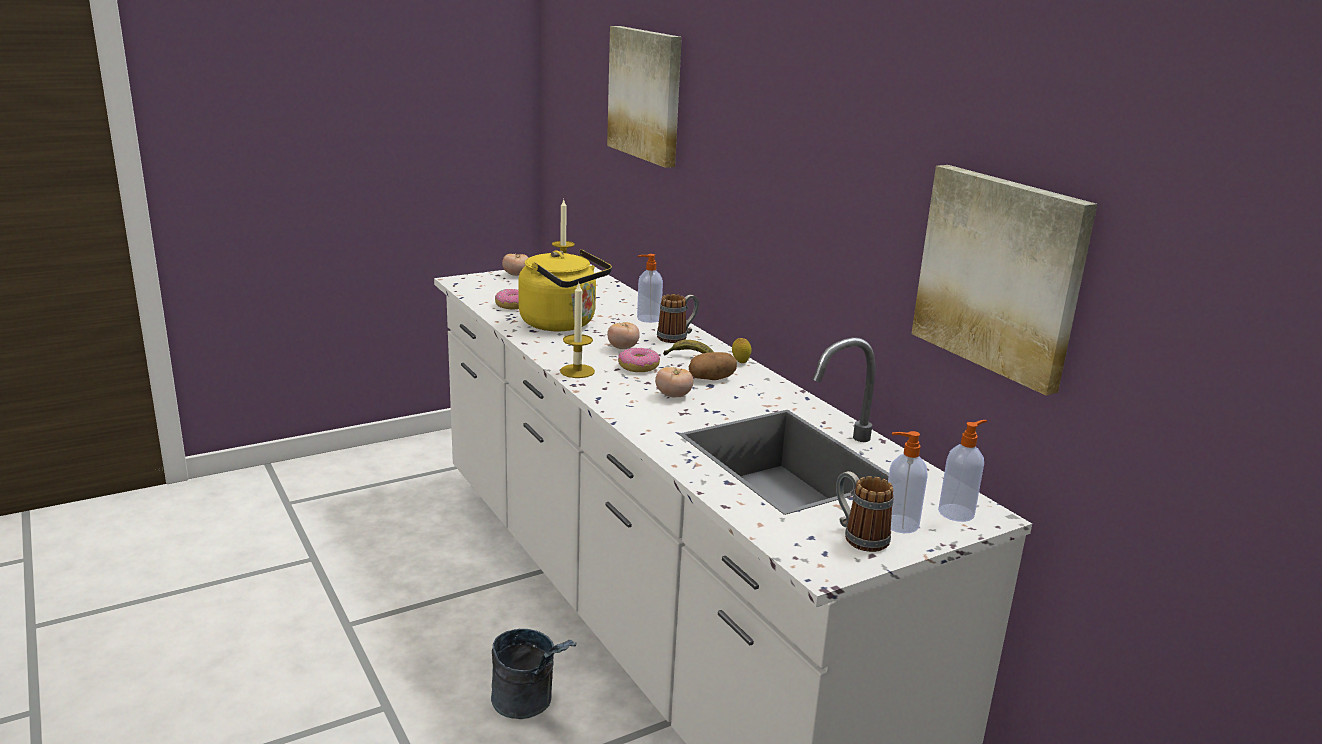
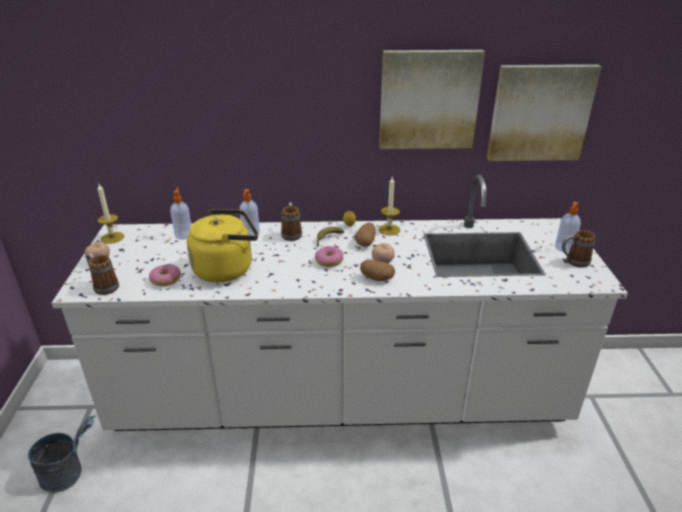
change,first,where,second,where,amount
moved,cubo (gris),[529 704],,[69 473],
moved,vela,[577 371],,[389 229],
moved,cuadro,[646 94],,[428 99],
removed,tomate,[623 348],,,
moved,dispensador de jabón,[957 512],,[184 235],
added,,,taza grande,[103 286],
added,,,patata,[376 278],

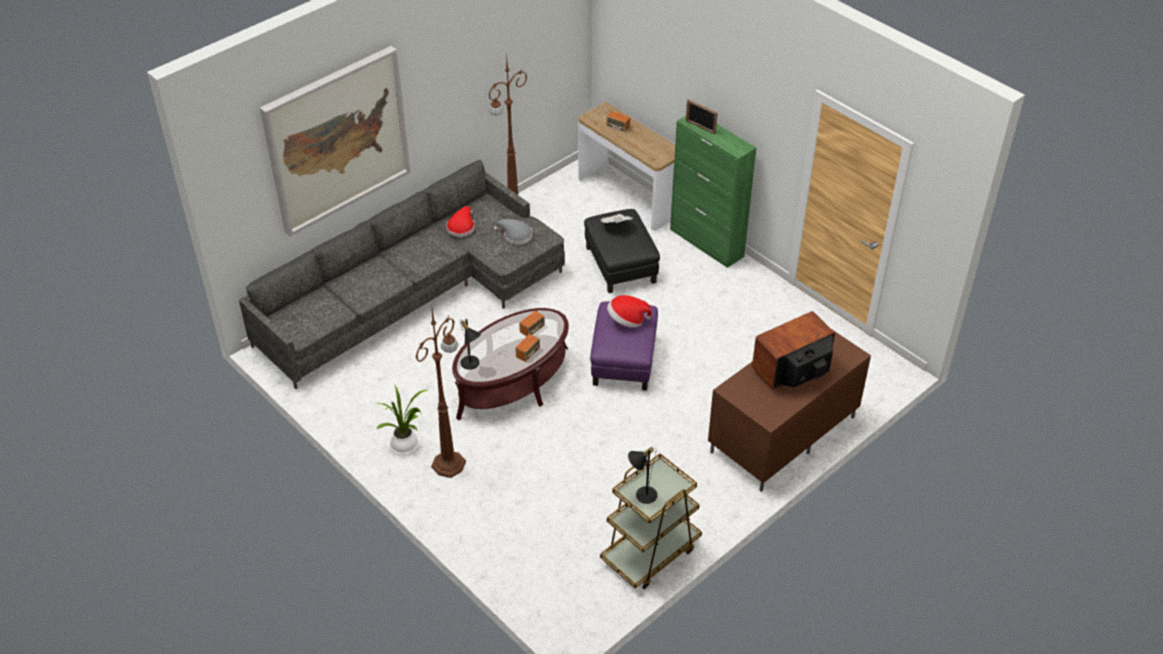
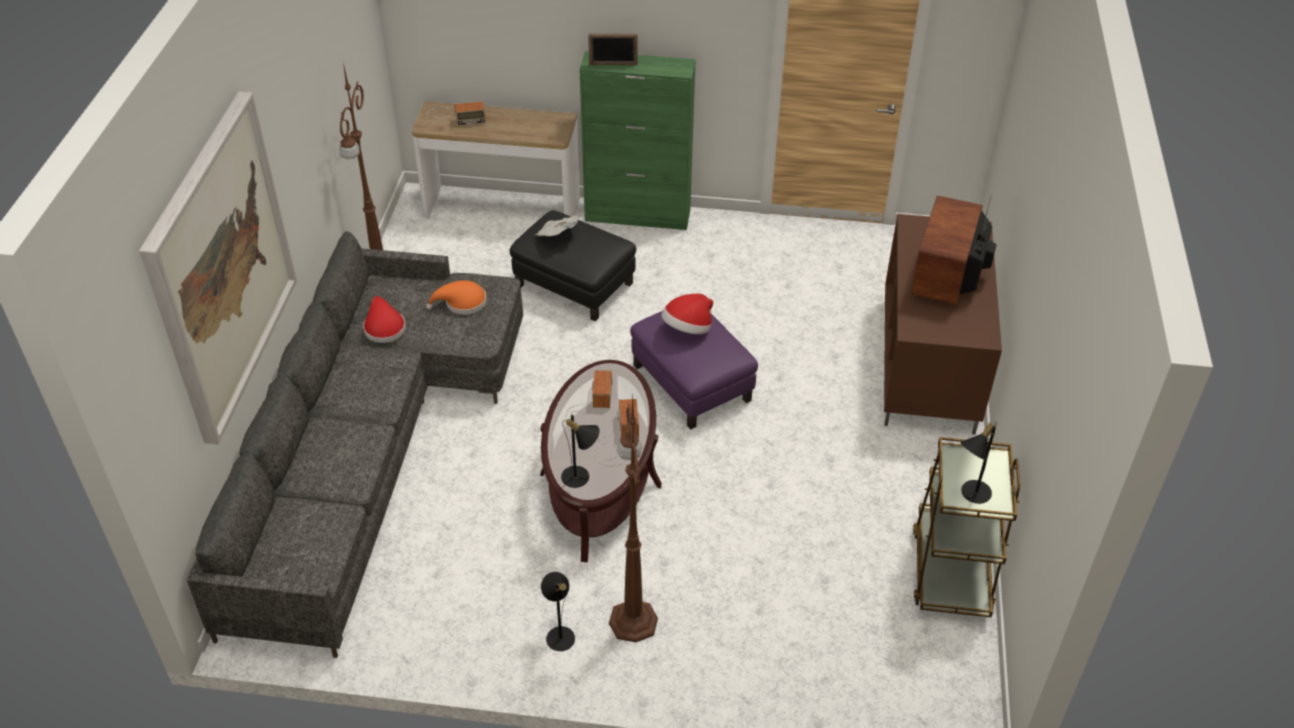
change,first,where,second,where,amount
replaced,planta en maceta,[406 446],lámpara de mesa (negro),[559 633],
recoloured,sombrero (gris),[515 235],sombrero (naranja),[462 303],

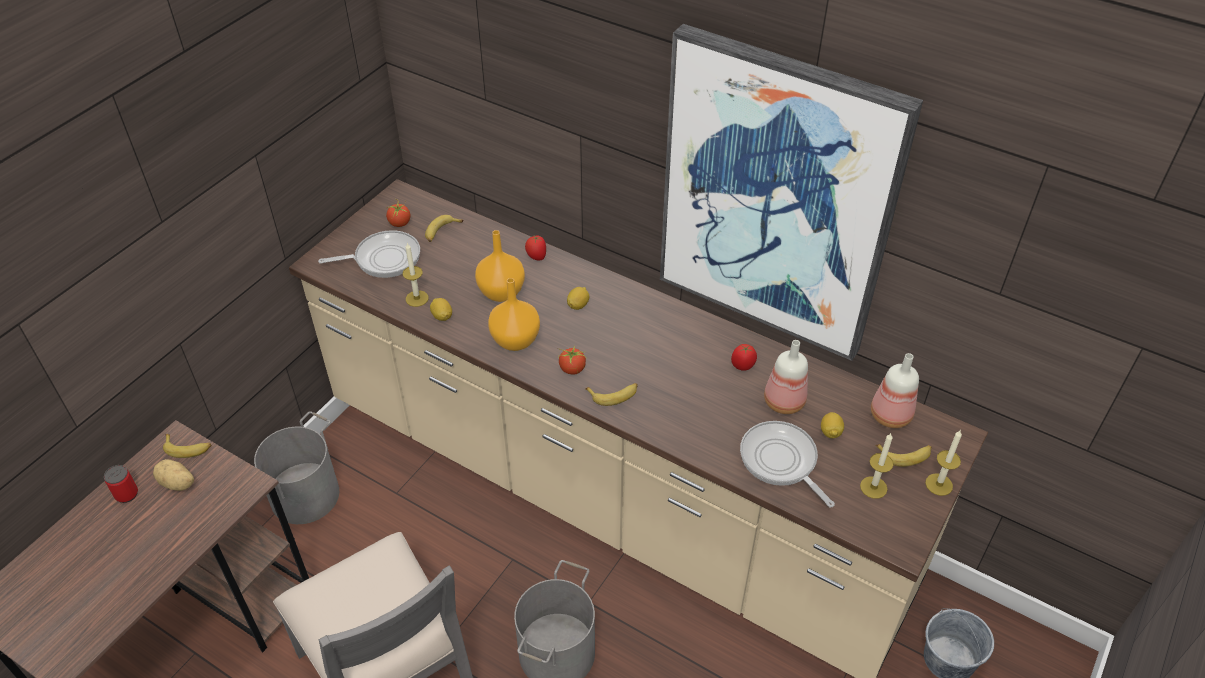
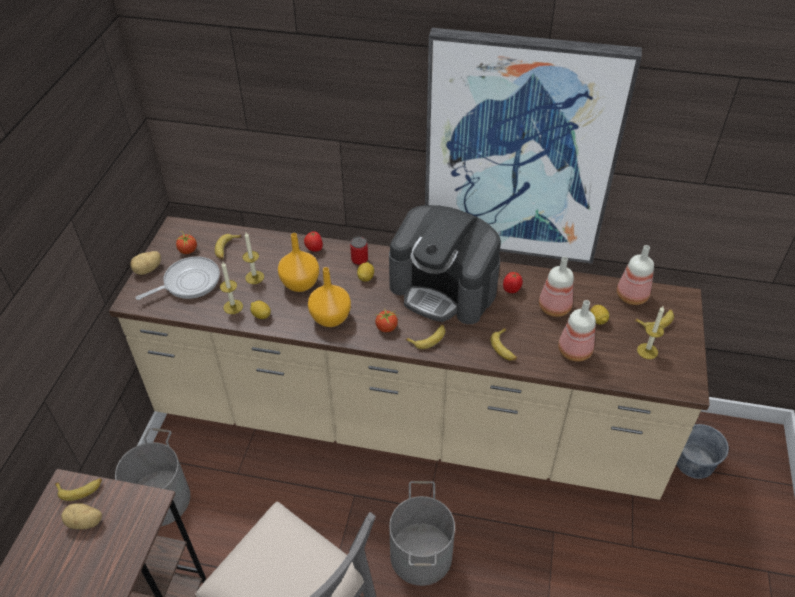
change,first,where,second,where,amount
moved,lata,[126 494],,[359 260],
replaced,sartén,[781 461],botella,[575 352],
moved,vela,[939 484],,[254 277],
added,,,patata,[148 270],
added,,,cafetera,[444 289],
added,,,plátano,[504 348],

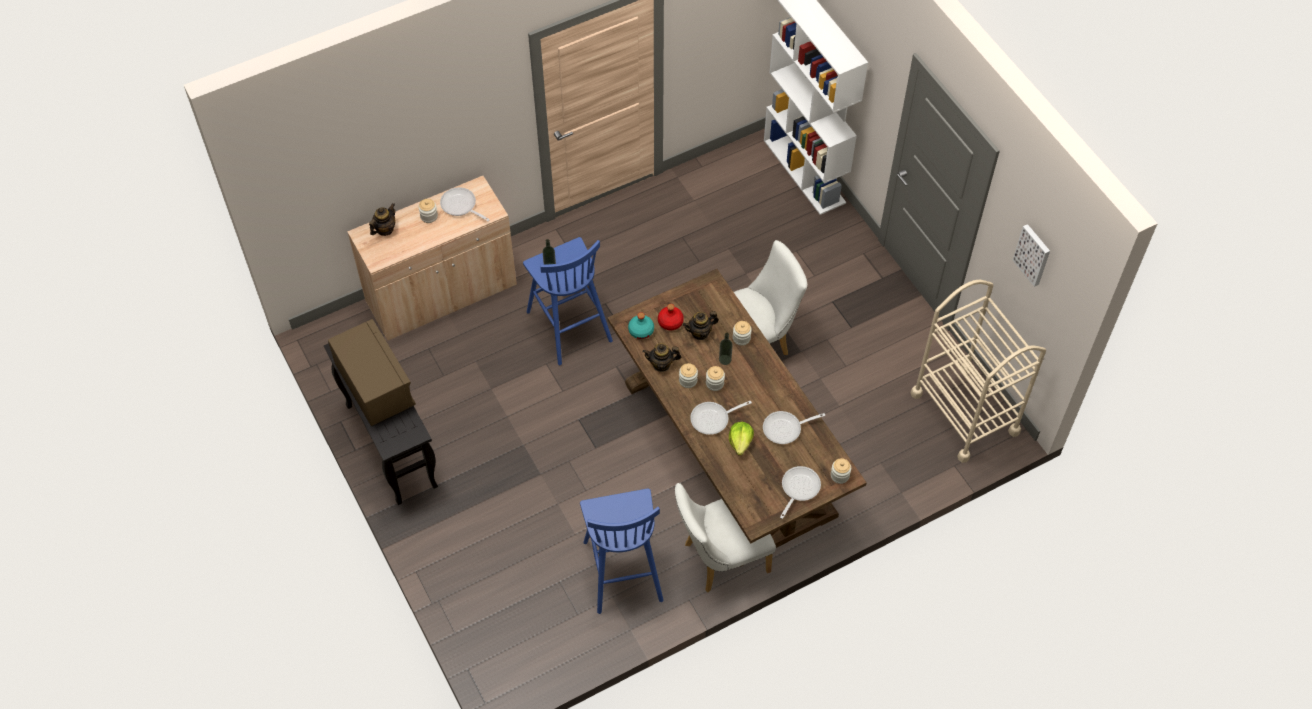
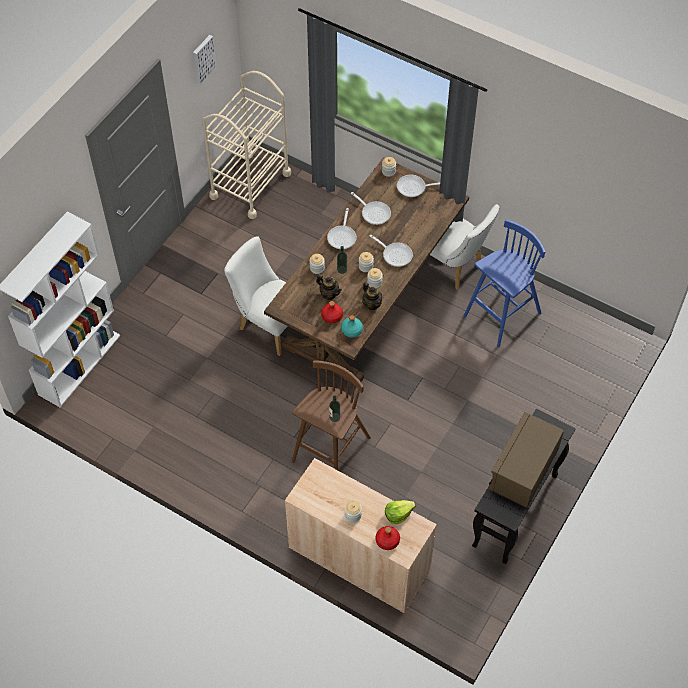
change,first,where,second,where,amount
replaced,tetera,[385 229],botella (rojo),[387 541],
moved,sartén,[461 206],,[342 236],
recoloured,taburete (azul),[568 325],taburete (marrón),[330 451],
moved,lechuga,[740 442],,[398 514],

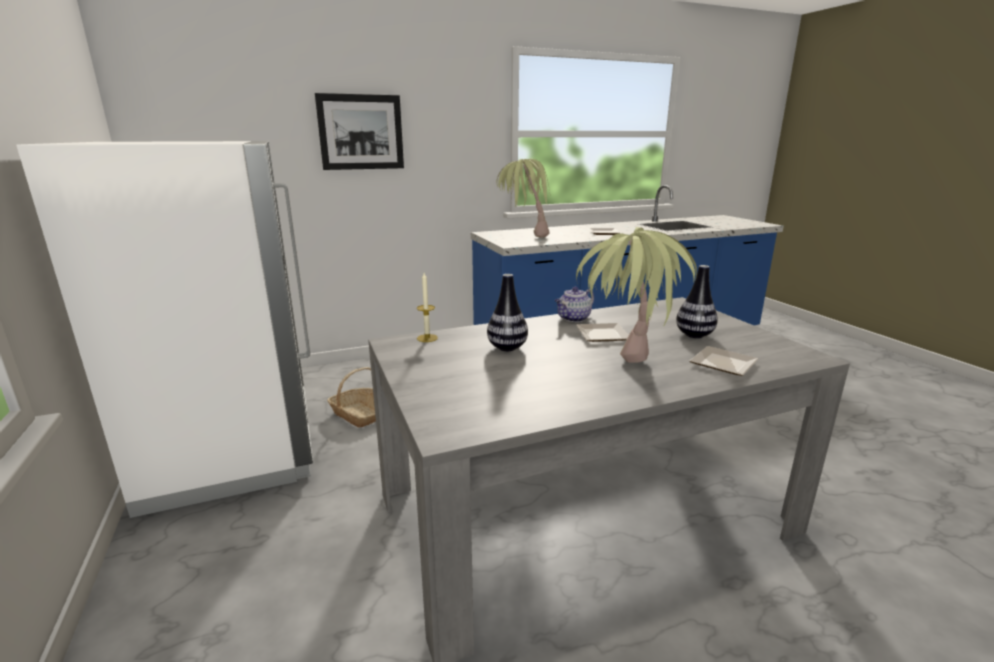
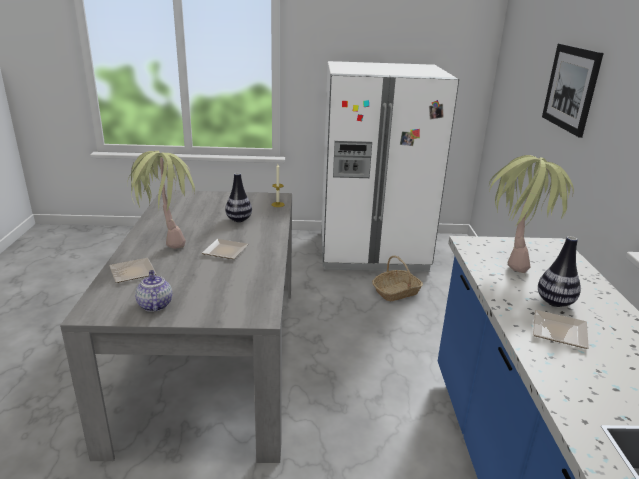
change,first,where,second,where,amount
moved,tetera,[573 318],,[154 305],
moved,florero,[694 335],,[554 302],

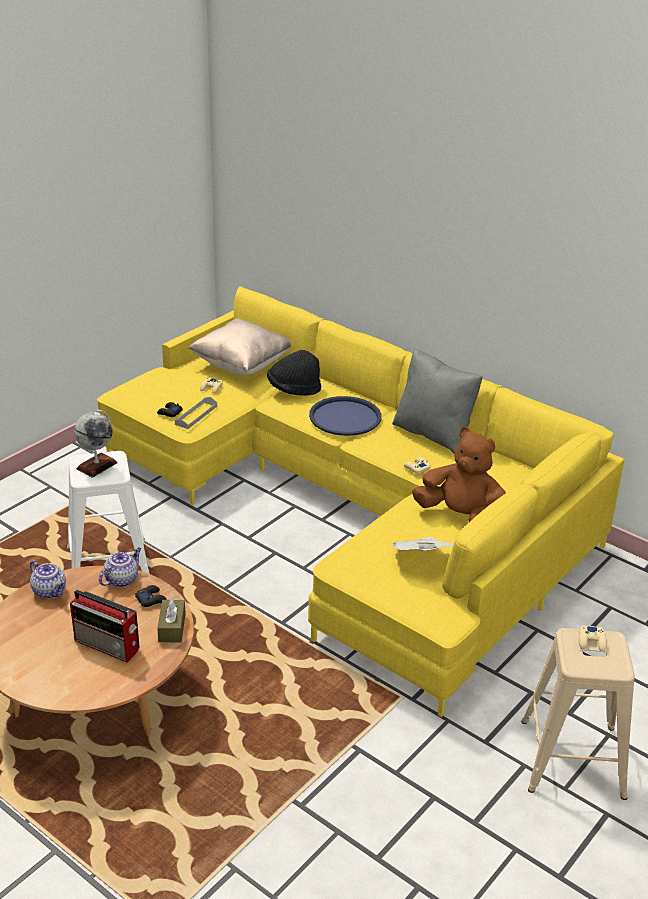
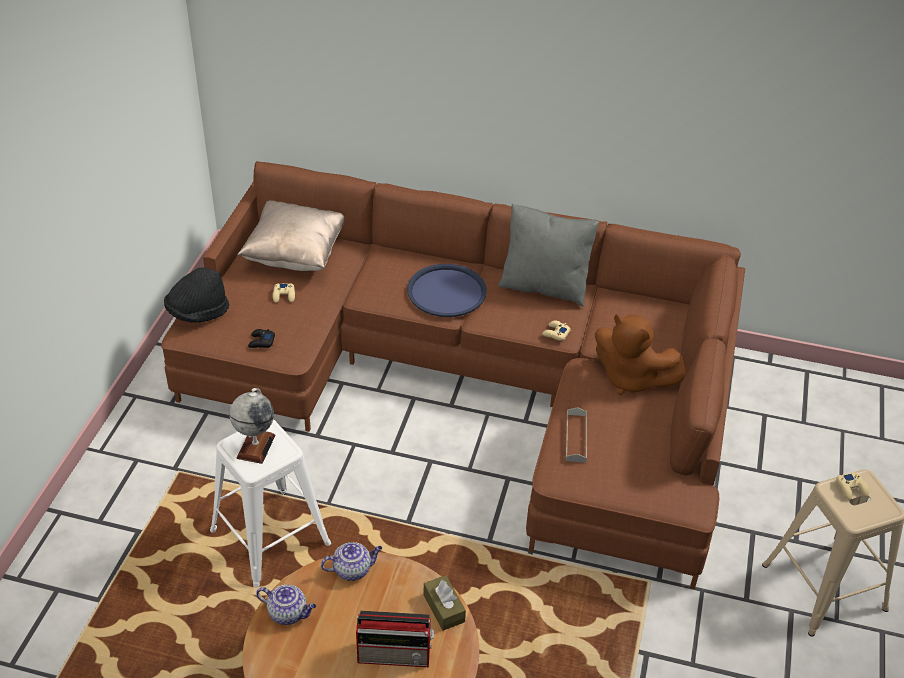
change,first,where,second,where,amount
recoloured,sofá (amarillo),[355 510],sofá (marrón),[476 383],
turned,tetera,[122 579],,[353 569],60 degrees clockwise
removed,mando de consola (negro),[151 599],,,
moved,bandeja (gris),[196 415],,[576 437],
moved,sombrero (negro),[293 390],,[198 312],
removed,periódico,[422 558],,,
turned,peluche (marrón),[460 517],,[631 378],150 degrees counterclockwise

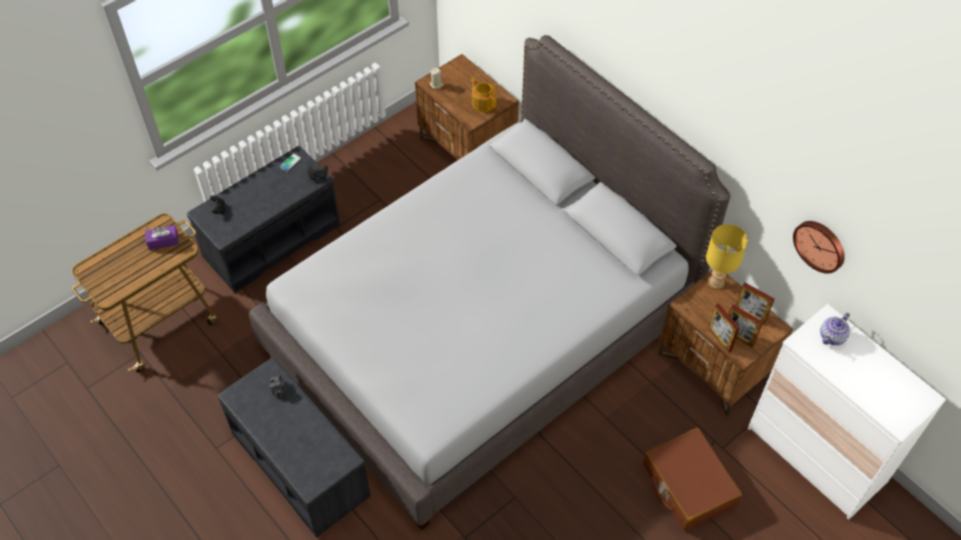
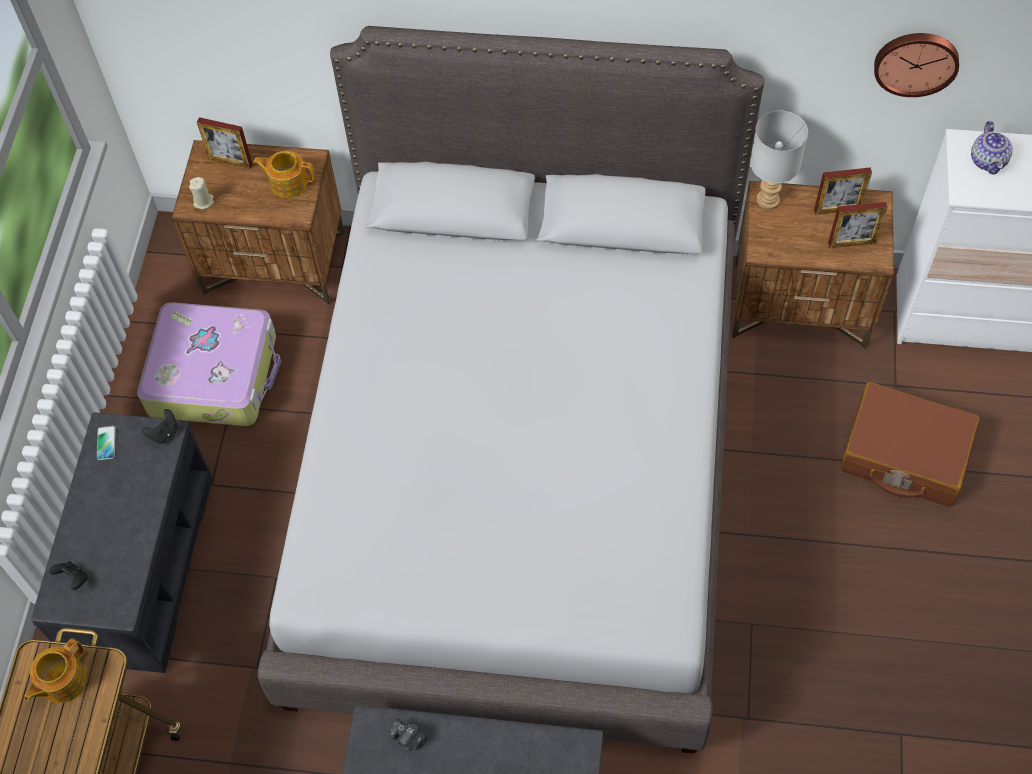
change,first,where,second,where,amount
replaced,caja de pañuelos (morado),[163 241],tetera,[62 681],
recoloured,lámpara de mesa (amarillo),[716 283],lámpara de mesa (gris),[769 200],
moved,portarretratos,[719 339],,[230 161],
added,,,maleta,[215 374],

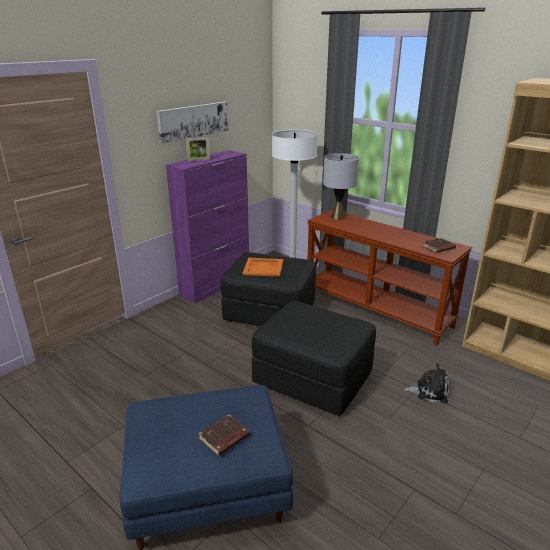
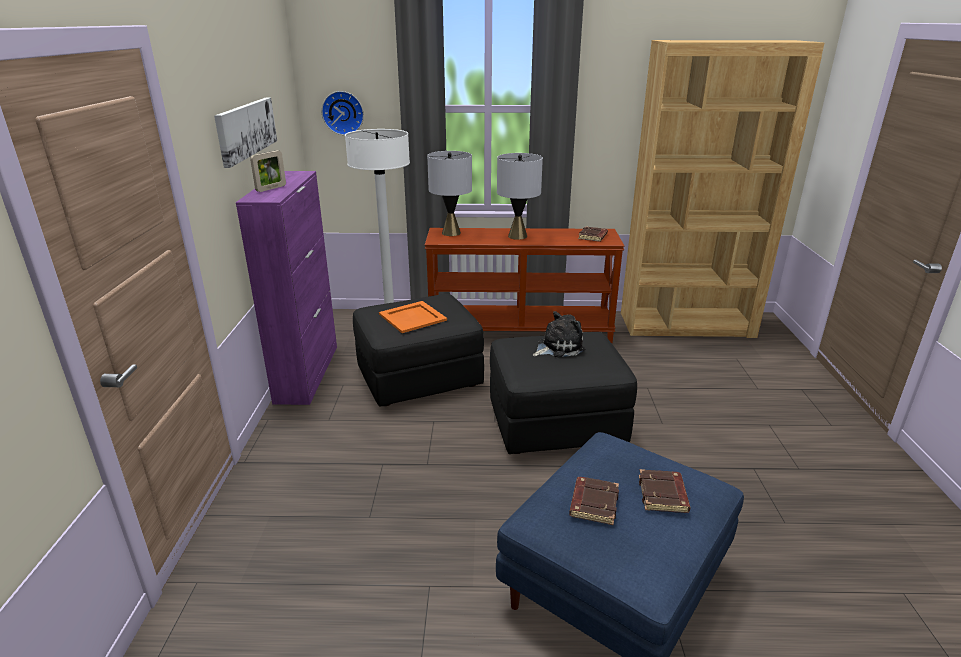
change,first,where,second,where,amount
moved,peluche,[429 391],,[558 347],
added,,,reloj de pared,[343 112],
added,,,lámpara de mesa (gris),[517 236],
added,,,libro (marrón),[593 503],

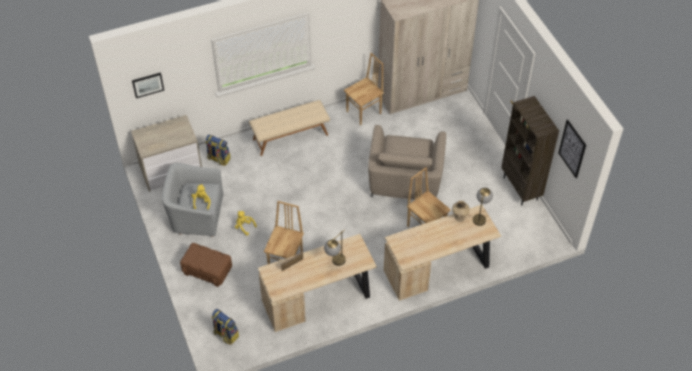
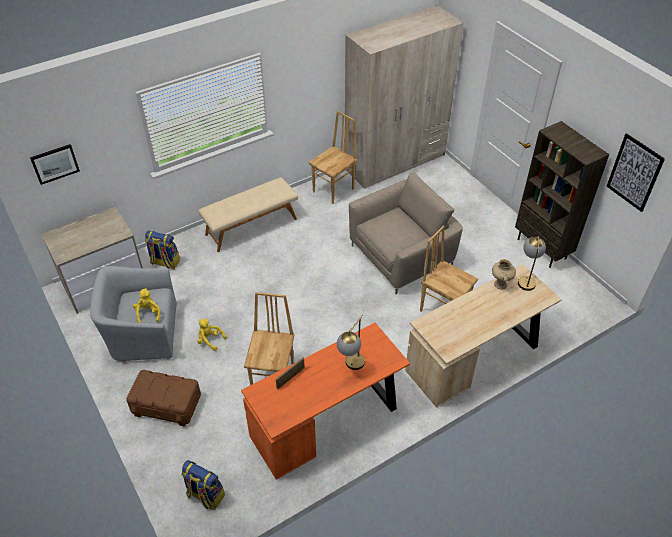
change,first,where,second,where,amount
recoloured,escritorio (beis),[318 299],escritorio (naranja),[327 422],
turned,sillón (beis),[405 179],,[401 256],120 degrees counterclockwise

